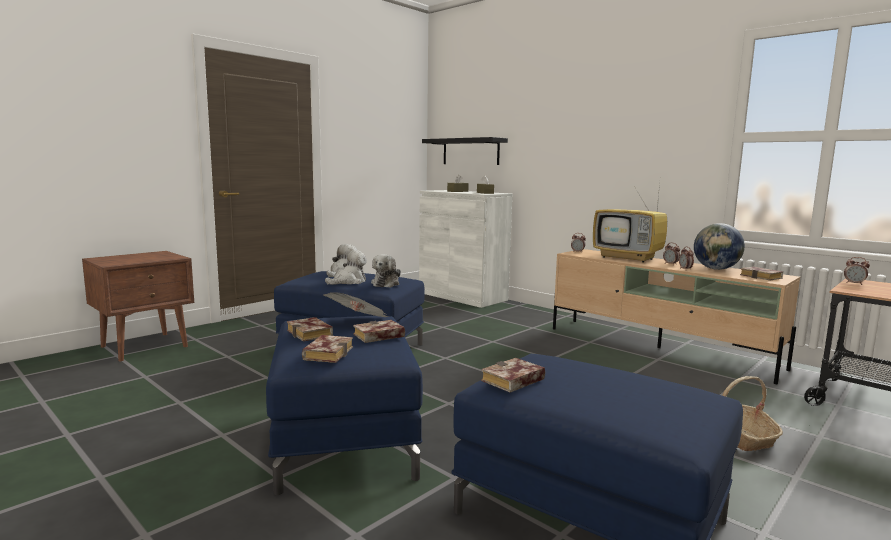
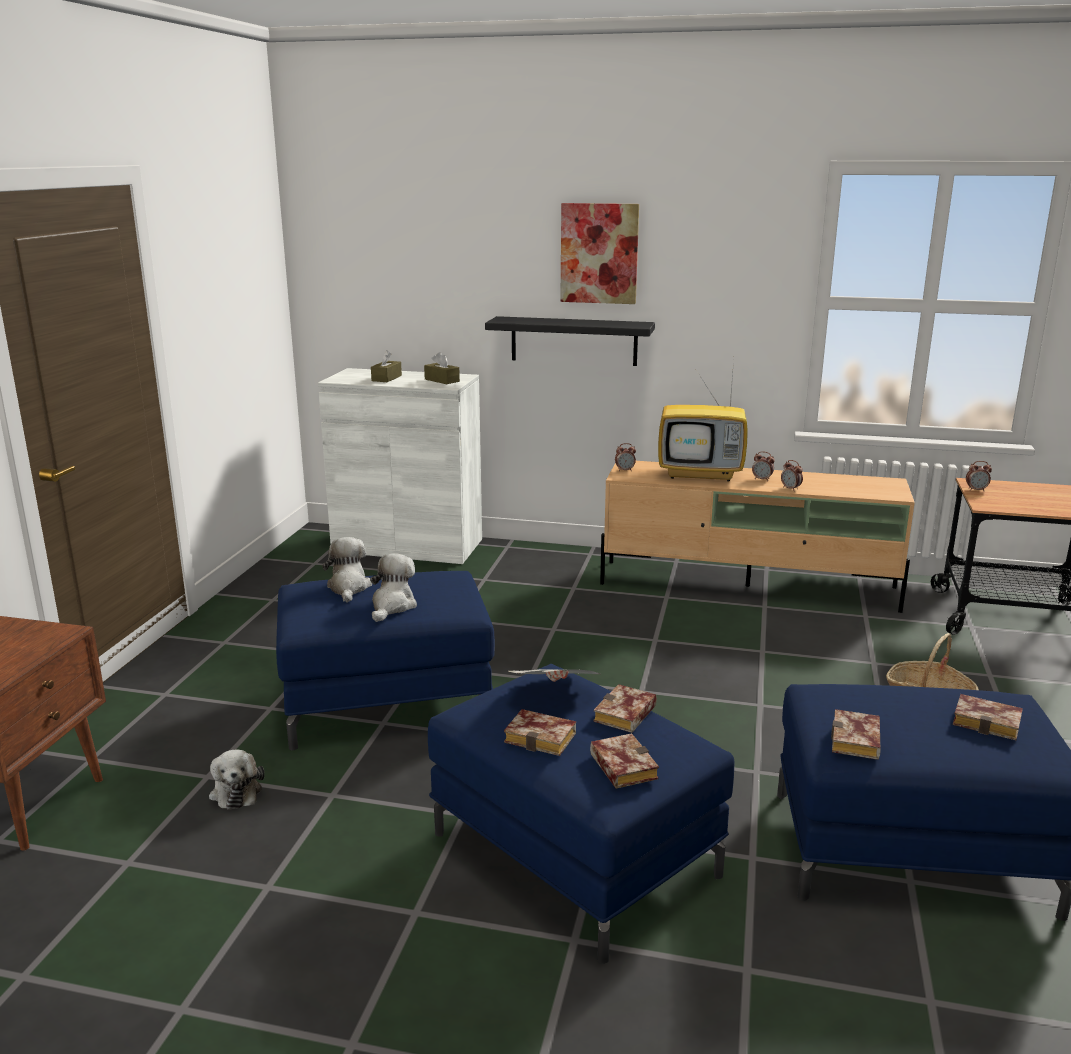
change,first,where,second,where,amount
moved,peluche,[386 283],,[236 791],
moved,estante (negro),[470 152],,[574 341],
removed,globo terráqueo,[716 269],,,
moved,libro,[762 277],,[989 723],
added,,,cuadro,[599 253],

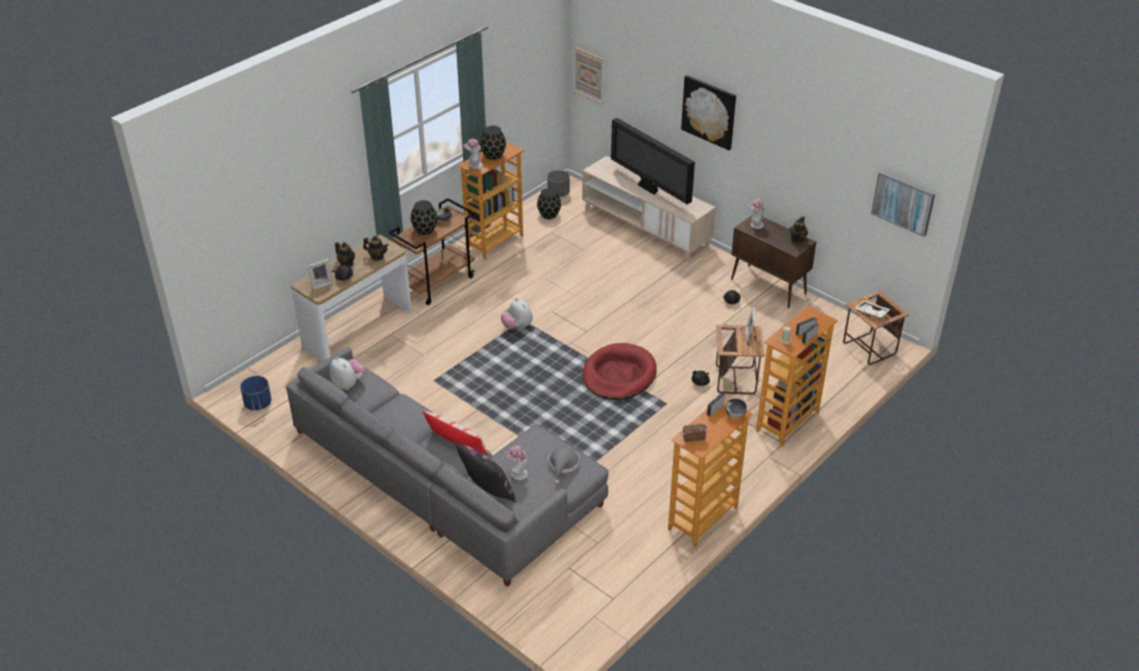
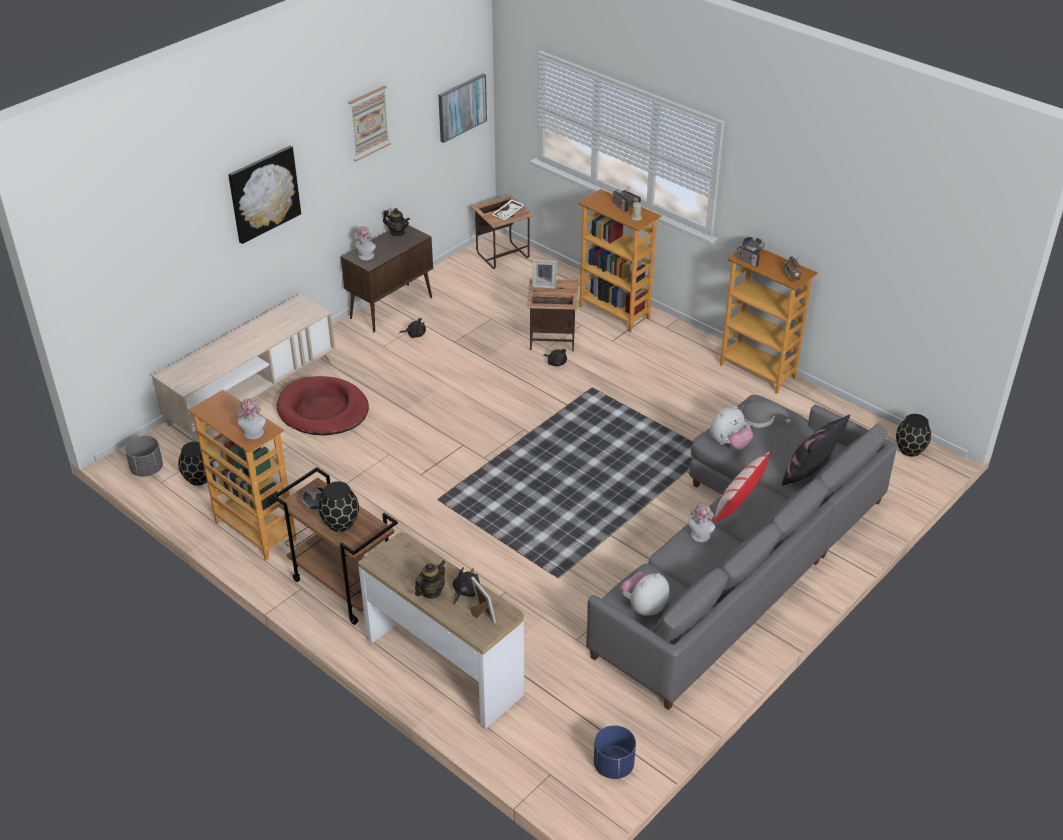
change,first,where,second,where,amount
removed,tetera,[377 257],,,
moved,florero (negro),[493 155],,[909 449],
moved,peluche,[517 326],,[729 444],
moved,sombrero,[517 473],,[699 537],
moved,cuadro,[589 75],,[368 123],
moved,cama para perro (rojo),[619 375],,[323 410],
removed,televisor,[649 189],,,

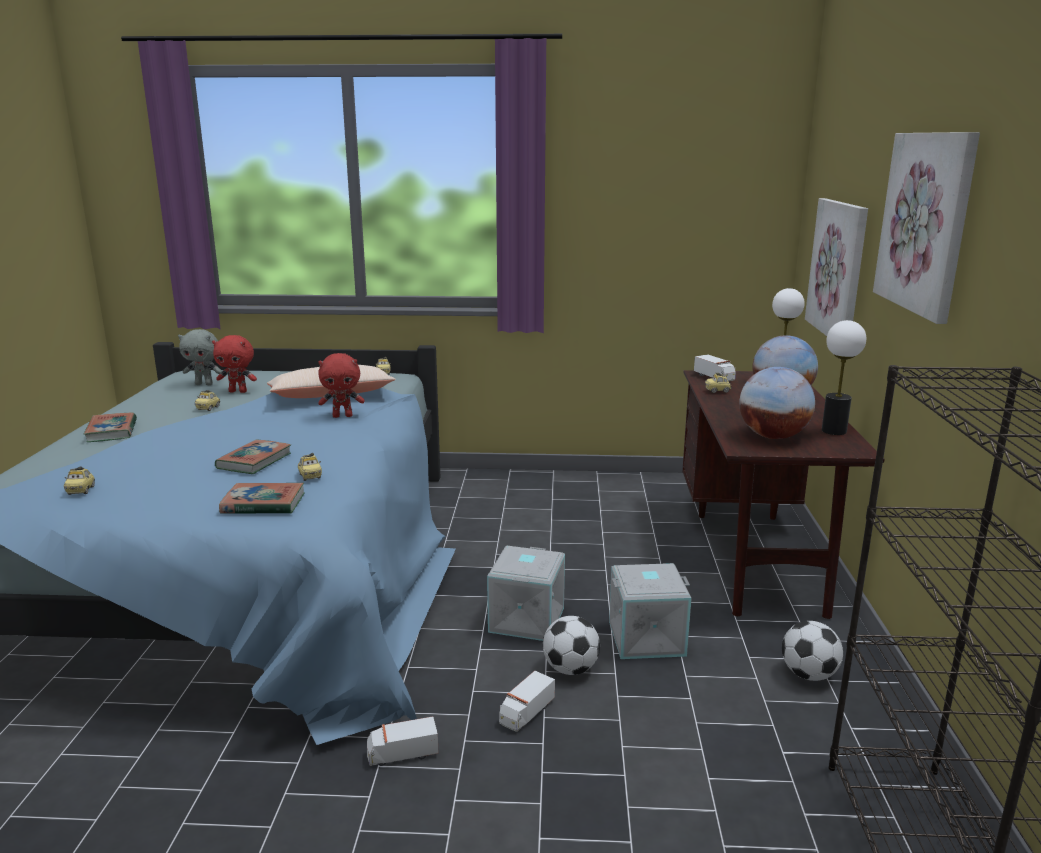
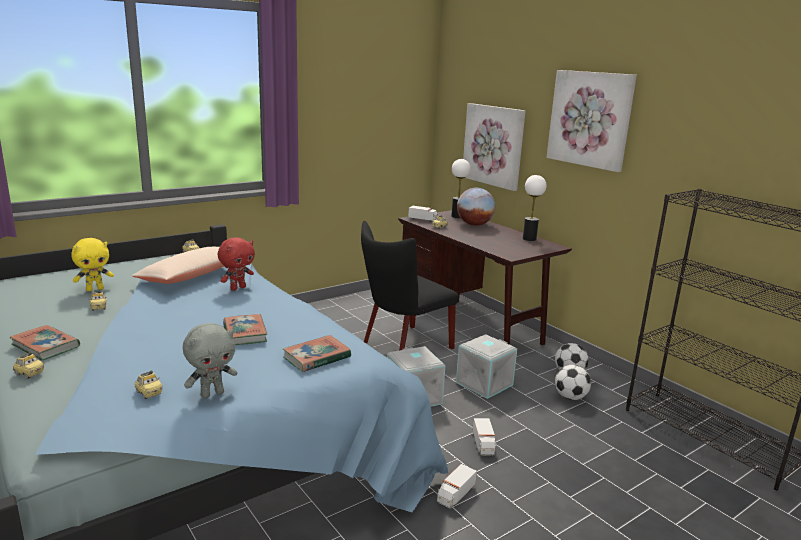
change,first,where,second,where,amount
moved,peluche (gris),[204 384],,[212 394],
recoloured,peluche (rojo),[238 391],peluche (amarillo),[95 289],
moved,coche de juguete,[310 476],,[29 373],
moved,balón de fútbol,[570 669],,[570 397],
removed,globo terráqueo,[773 437],,,
added,,,silla (negro),[402 347],

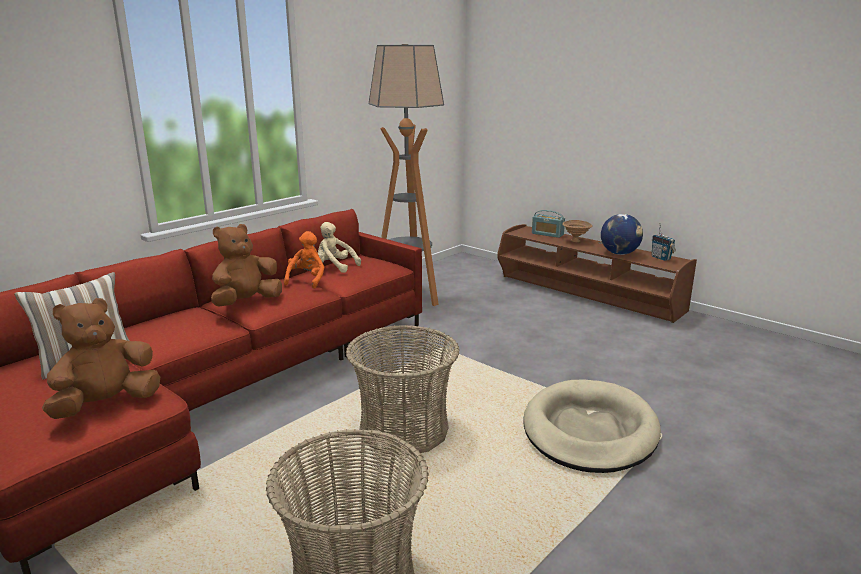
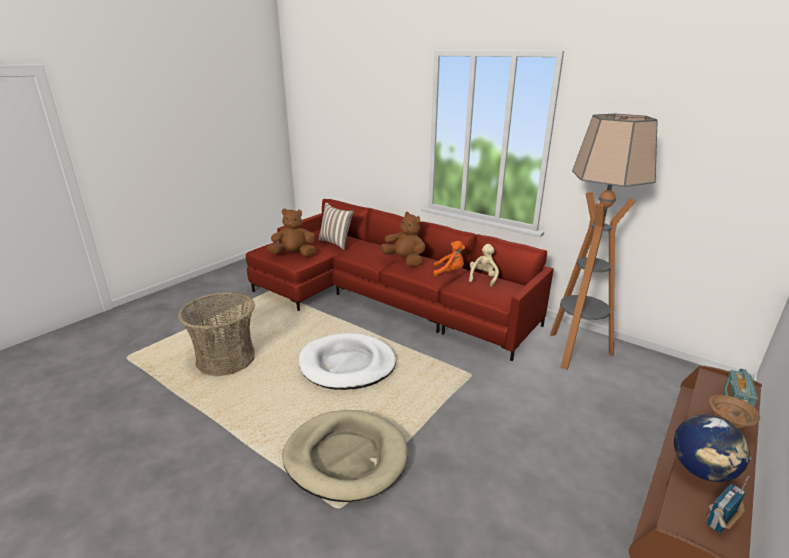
change,first,where,second,where,amount
turned,peluche (marrón),[106 404],,[294 255],45 degrees counterclockwise
replaced,cesta,[404 430],cama para perro (blanco),[347 365],

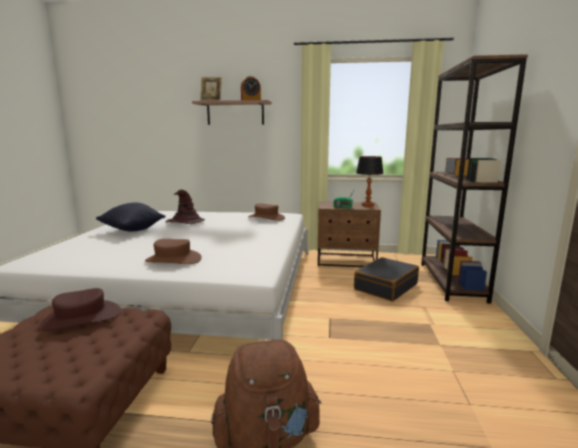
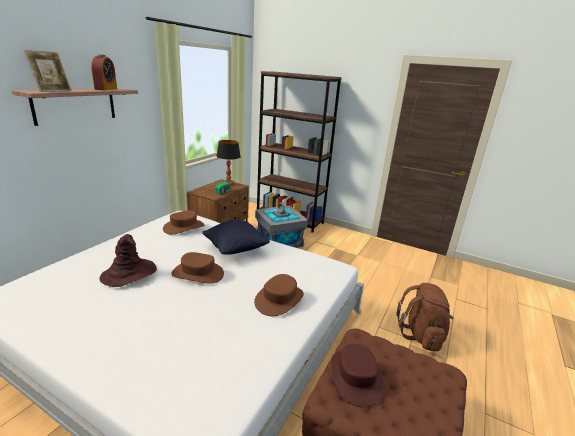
change,first,where,second,where,amount
moved,cojín (negro),[132 230],,[235 249],
replaced,maleta (negro),[385 287],caja de almacenaje (gris),[279 241],
added,,,sombrero (marrón),[198 273],

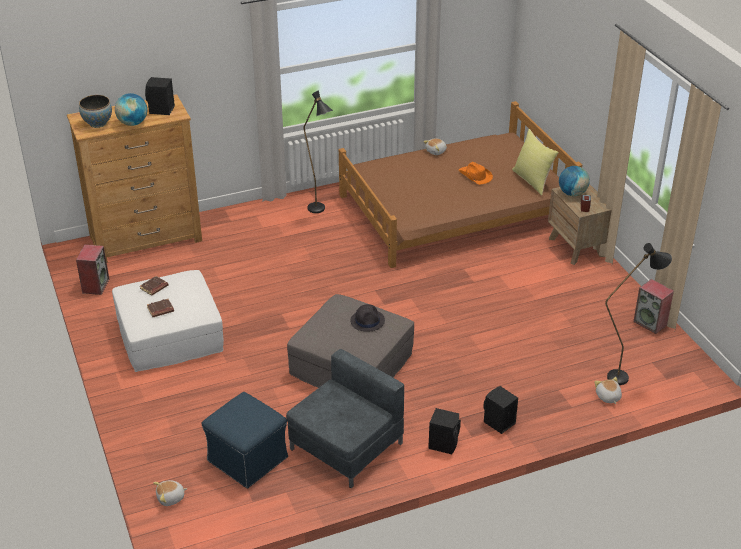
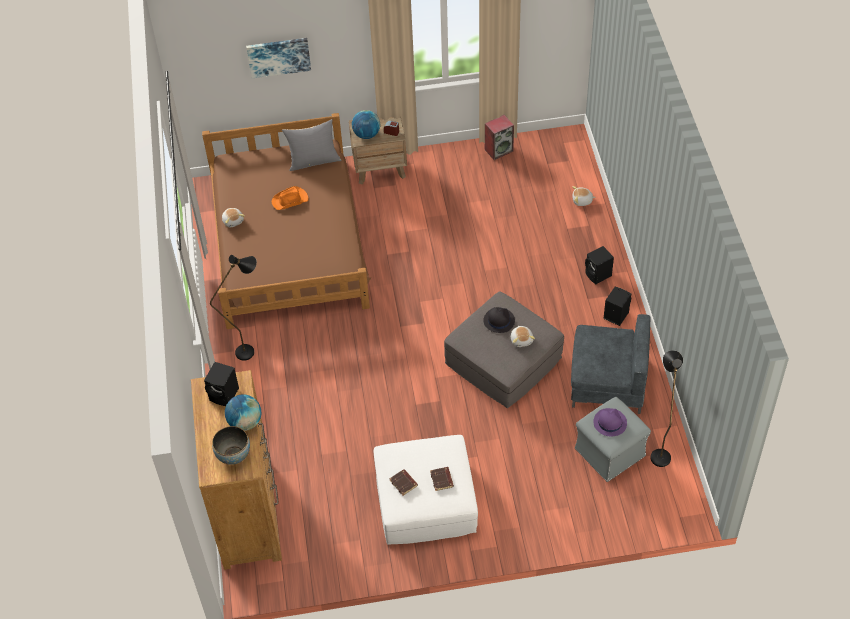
change,first,where,second,where,amount
removed,altavoz,[95 285],,,
moved,peluche,[171 498],,[522 340],
recoloured,puf (azul),[247 459],puf (gris),[609 452],
turned,sillón (gris),[345 446],,[607 381],135 degrees clockwise
recoloured,cojín (amarillo),[533 180],cojín (gris),[314 161],
moved,lámpara de pie (negro),[625 376],,[659 451],
added,,,cuadro,[278 56],
added,,,sombrero (morado),[609 422],

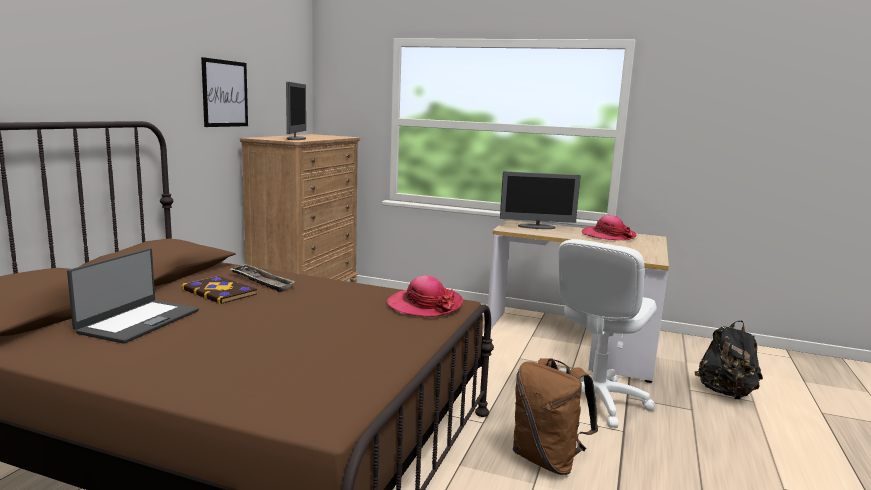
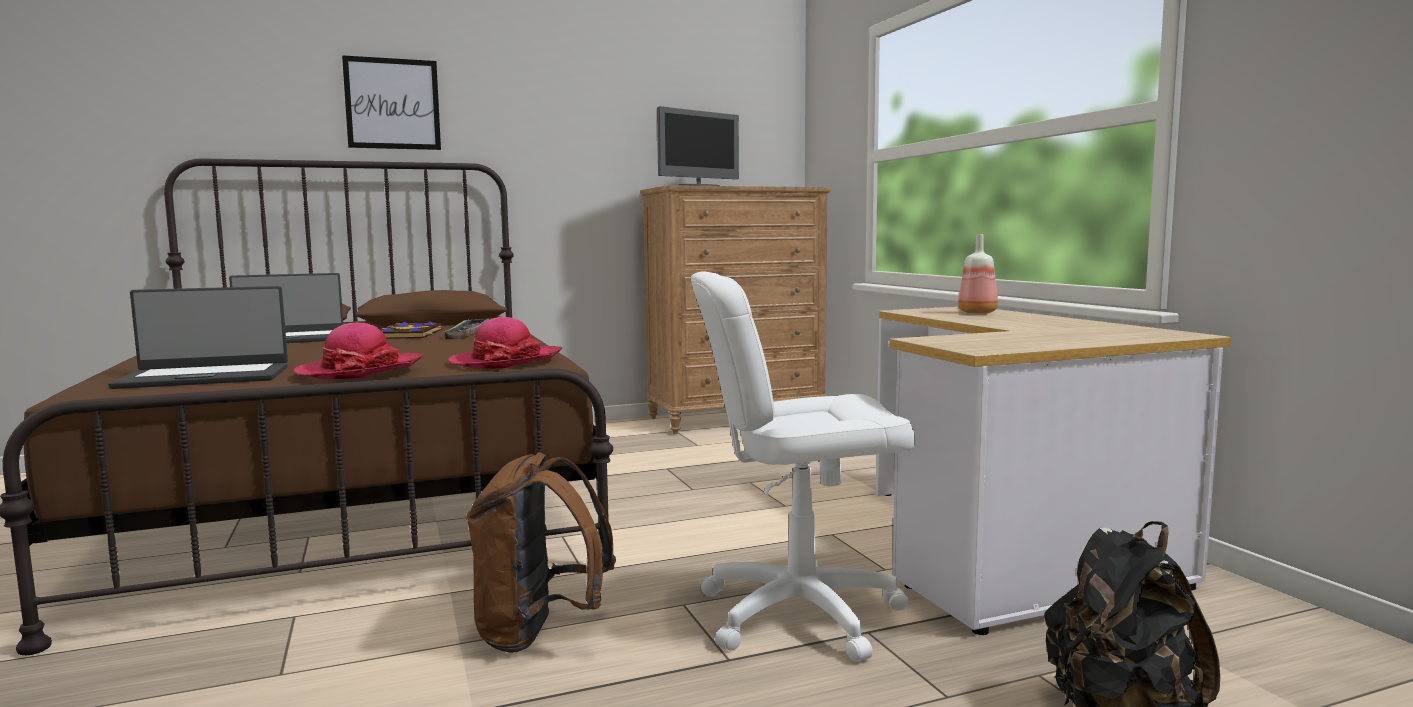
change,first,where,second,where,amount
moved,cuadro,[225 93],,[392 104],
replaced,monitor,[537 227],botella,[978 312],
moved,sombrero,[608 236],,[360 370],
added,,,portátil,[205 377],

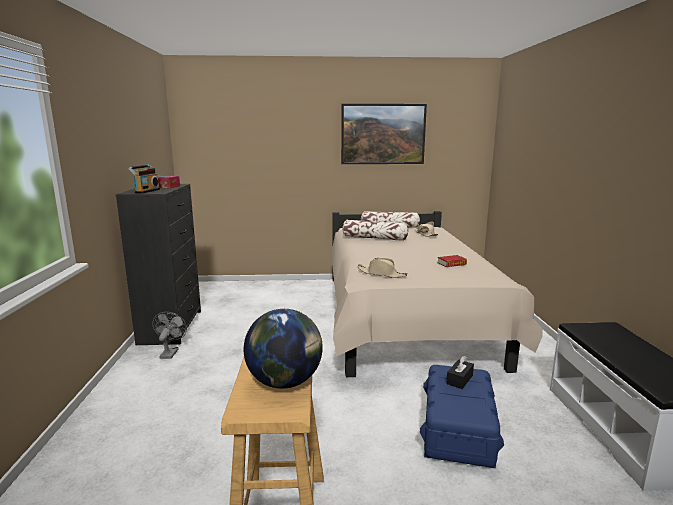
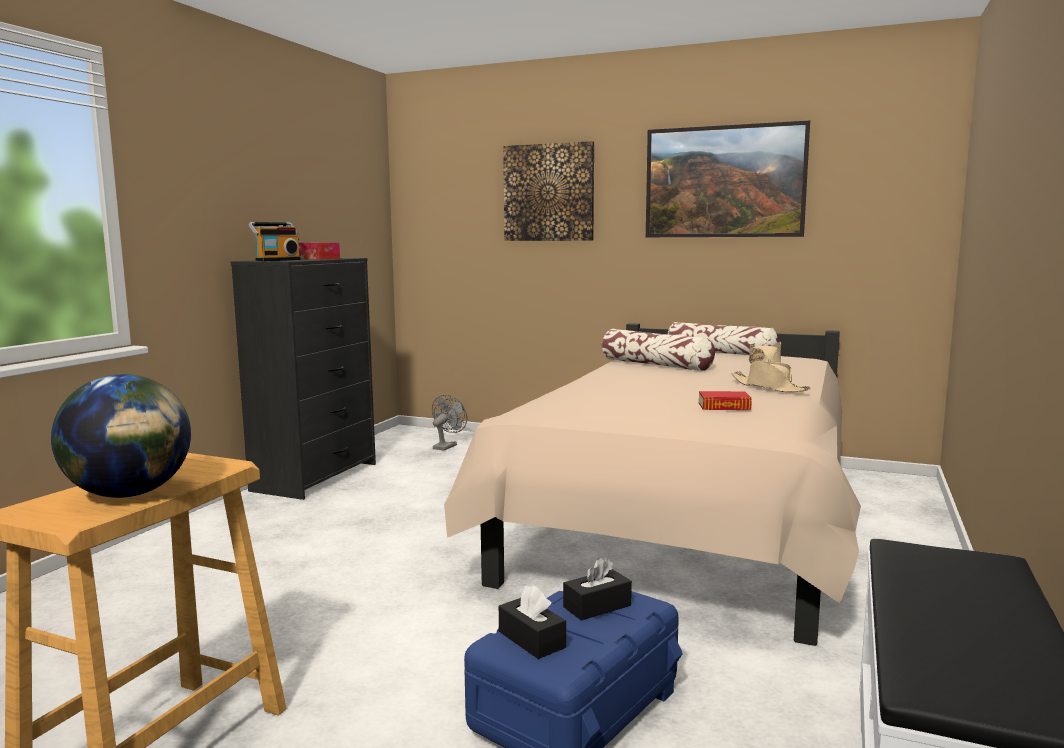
change,first,where,second,where,amount
moved,ventilador (gris),[170 352],,[447 446],
moved,sombrero (beis),[382 274],,[769 387],
added,,,caja de pañuelos (negro),[531 639],
added,,,cuadro,[549 192],

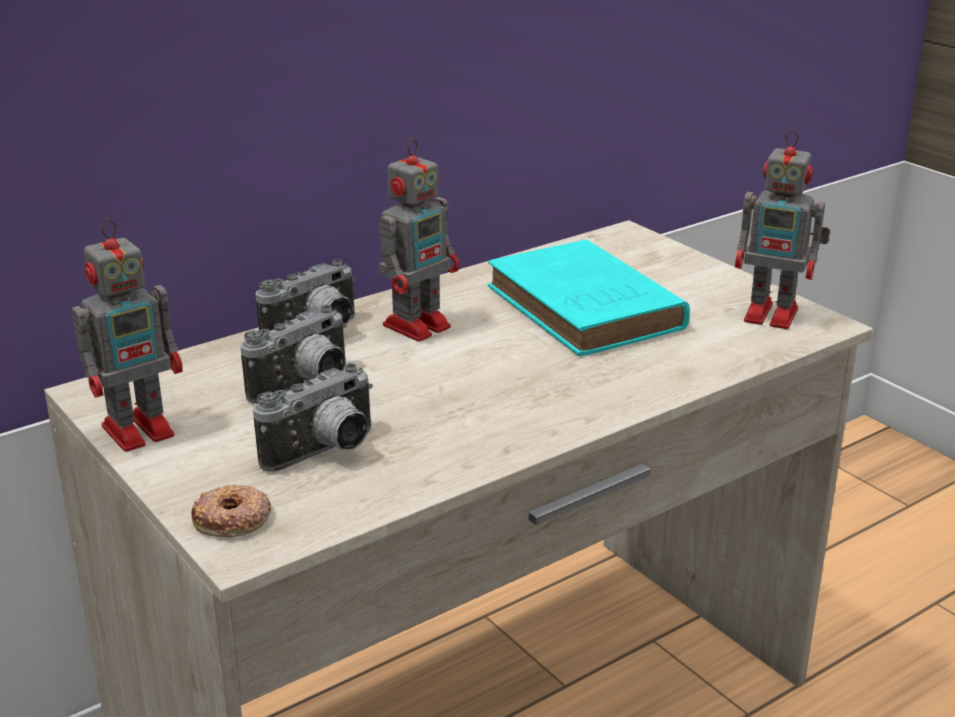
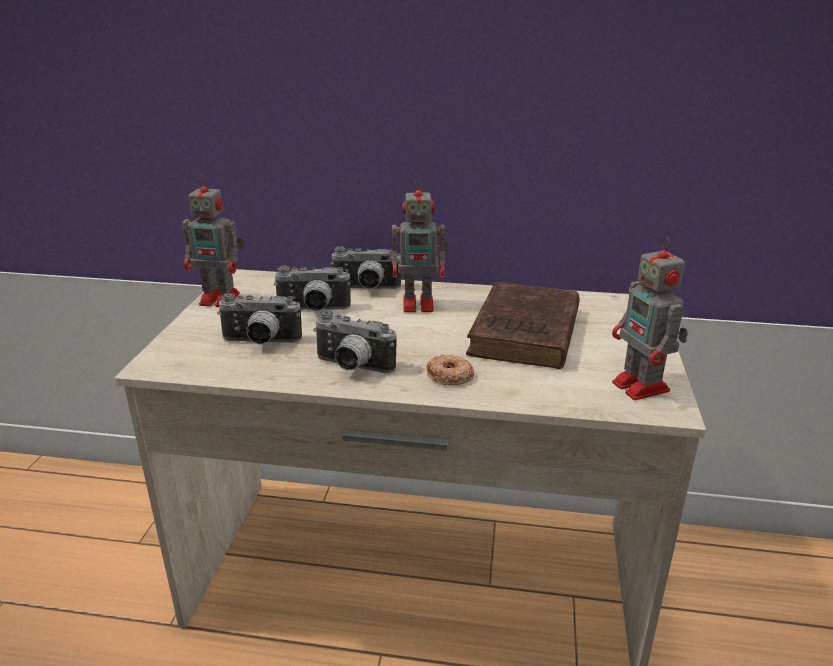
change,first,where,second,where,amount
moved,rosquilla,[232 519],,[449 375],
recoloured,libro (turquesa),[587 310],libro (marrón),[524 334],
added,,,cámara,[351 368],

